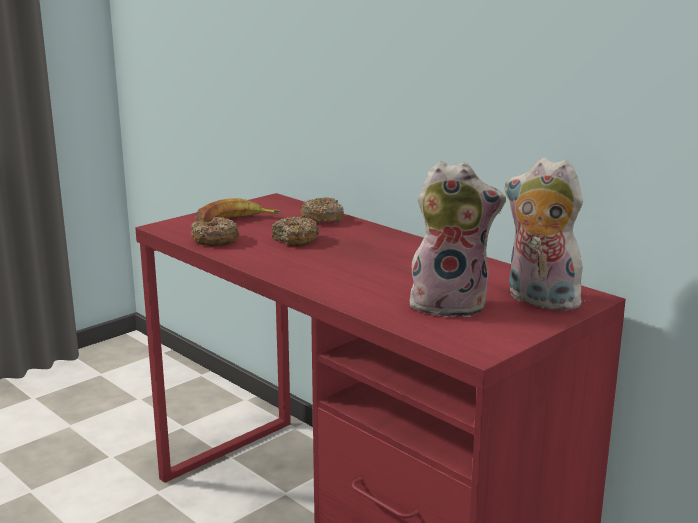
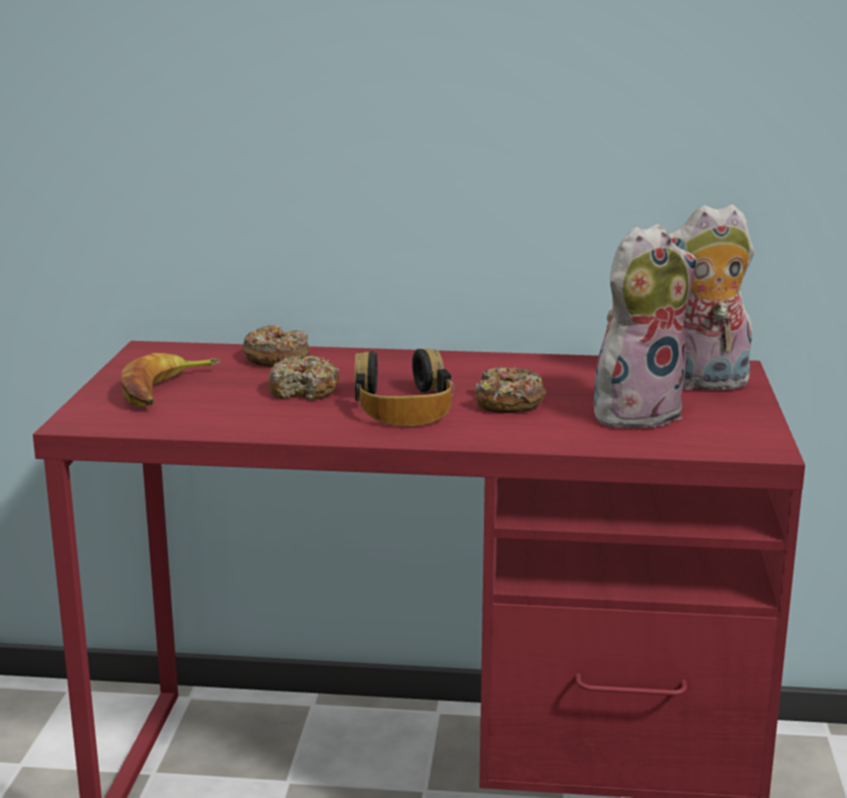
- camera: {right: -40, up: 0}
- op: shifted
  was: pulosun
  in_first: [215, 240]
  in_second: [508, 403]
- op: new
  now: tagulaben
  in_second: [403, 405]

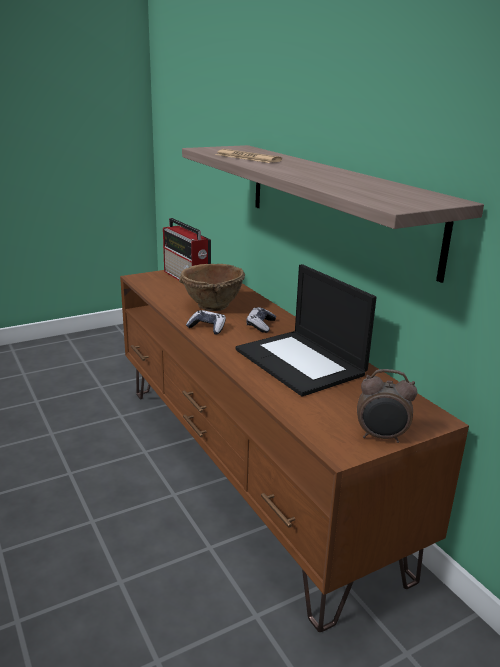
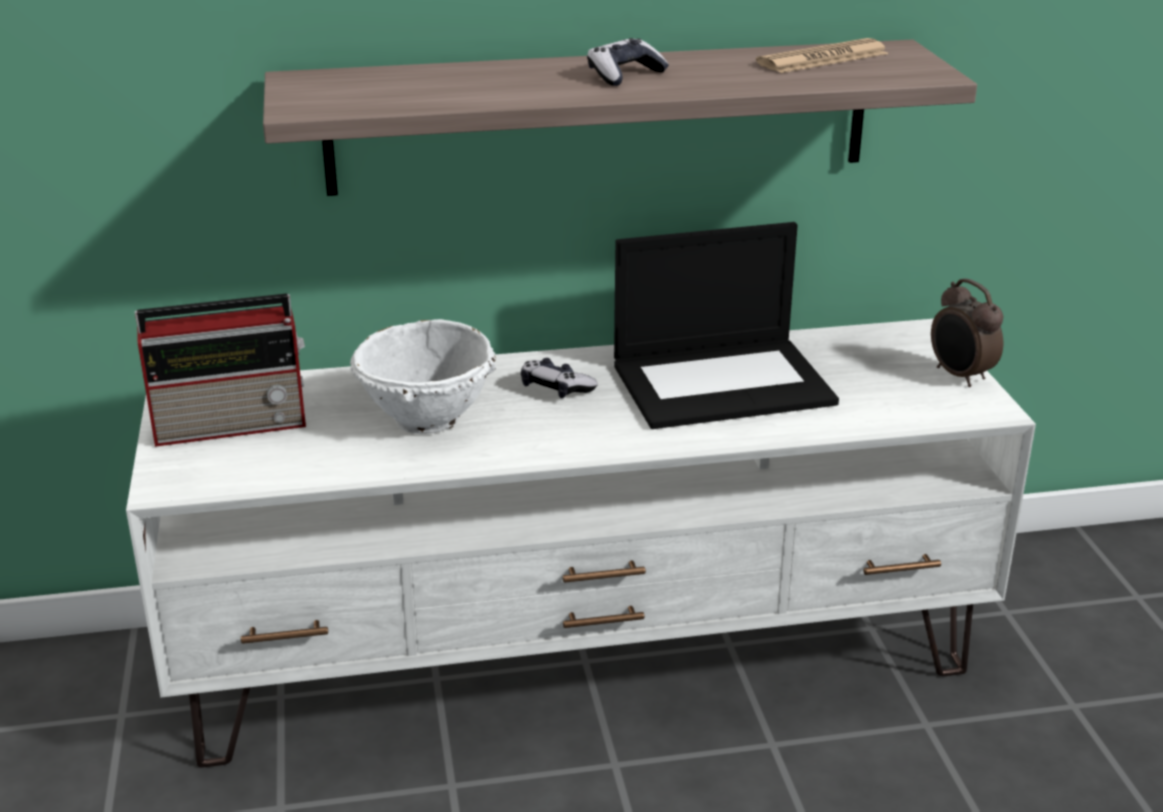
- camera: {right: -70, up: 5}
- op: shifted
  was: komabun
  in_first: [247, 158]
  in_second: [822, 59]
- op: repainted
  was: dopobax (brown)
  now: dopobax (white)
  in_first: [212, 306]
  in_second: [427, 420]
- op: repainted
  was: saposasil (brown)
  now: saposasil (white)
  in_first: [248, 469]
  in_second: [583, 656]
- op: shifted
  was: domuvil
  in_first: [207, 328]
  in_second: [625, 75]
- op: rotated
  was: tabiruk
  in_first: [381, 437]
  in_second: [960, 376]
  clockwise: 120

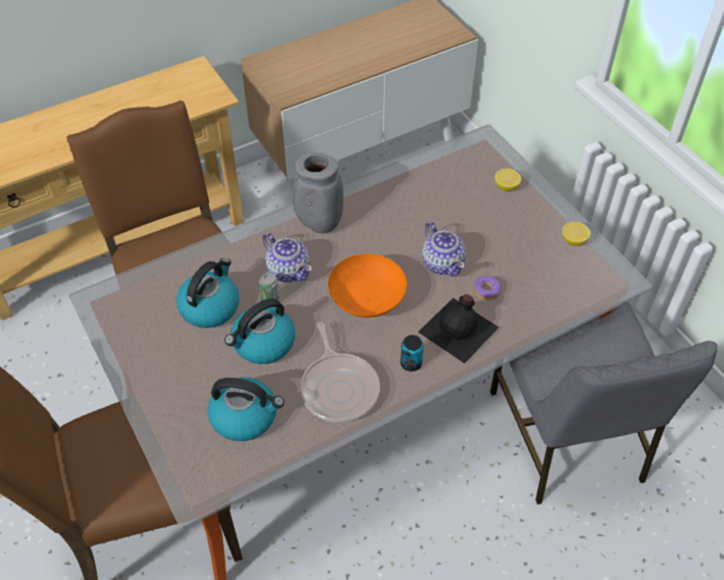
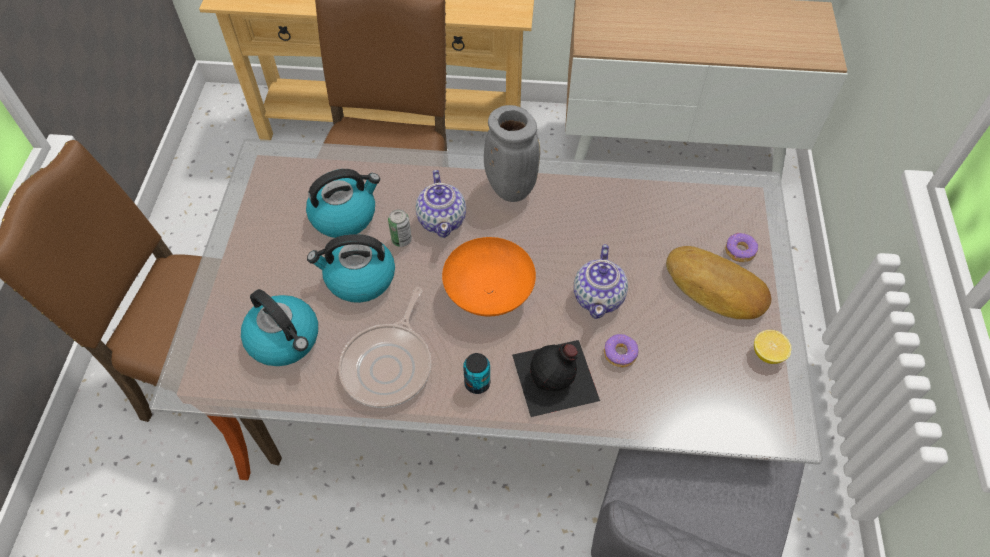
- camera: {right: 35, up: 5}
- op: swapped
  was: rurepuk
  now: pulosun
  in_first: [506, 186]
  in_second: [739, 251]
- op: new
  now: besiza
  in_second: [715, 289]

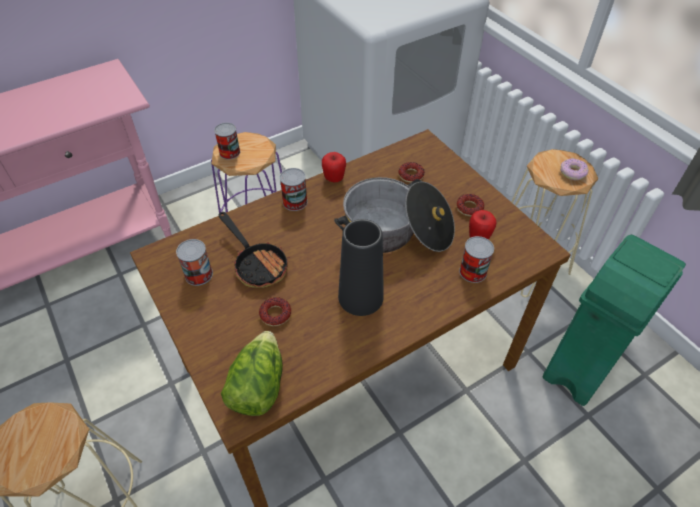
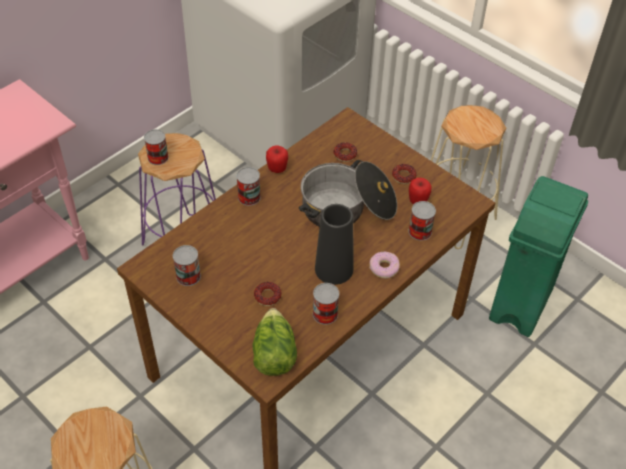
- camera: {right: -15, up: 0}
- op: shifted
  was: pulosun
  in_first: [572, 172]
  in_second: [384, 268]
- op: gone
  was: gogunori
  in_first: [257, 264]
- op: new
  now: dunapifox
  in_second: [325, 314]

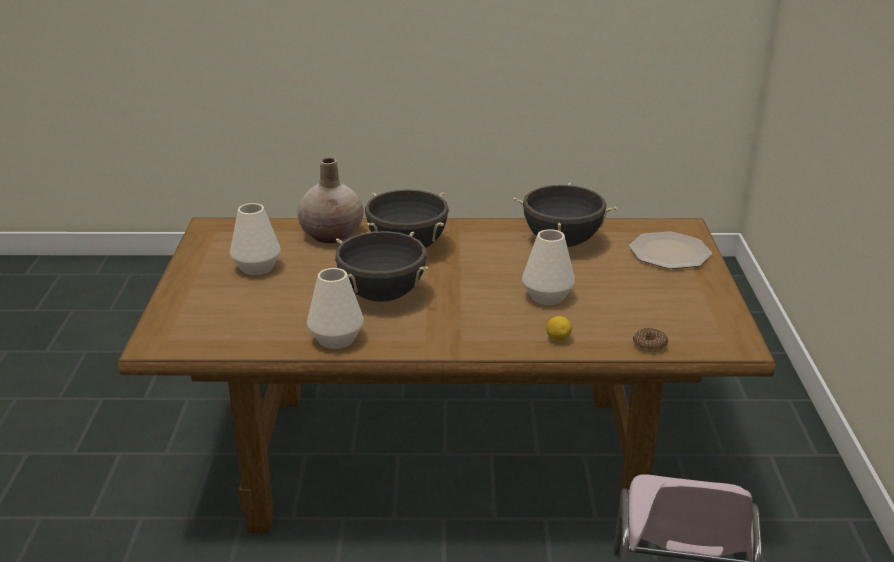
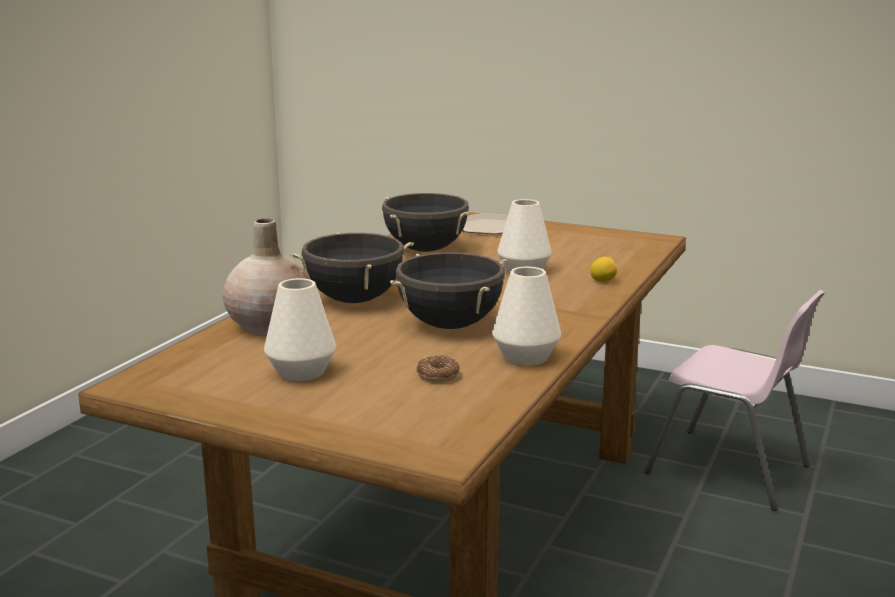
- camera: {right: -65, up: -10}
- op: shifted
  was: pulosun
  in_first: [649, 345]
  in_second: [438, 376]

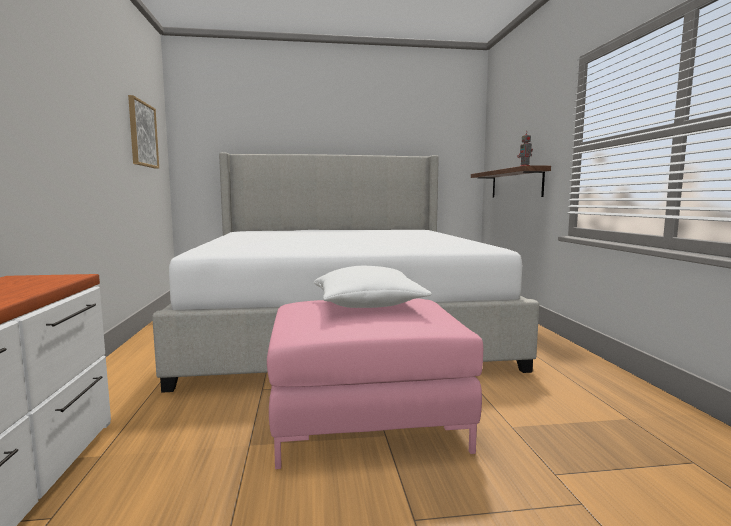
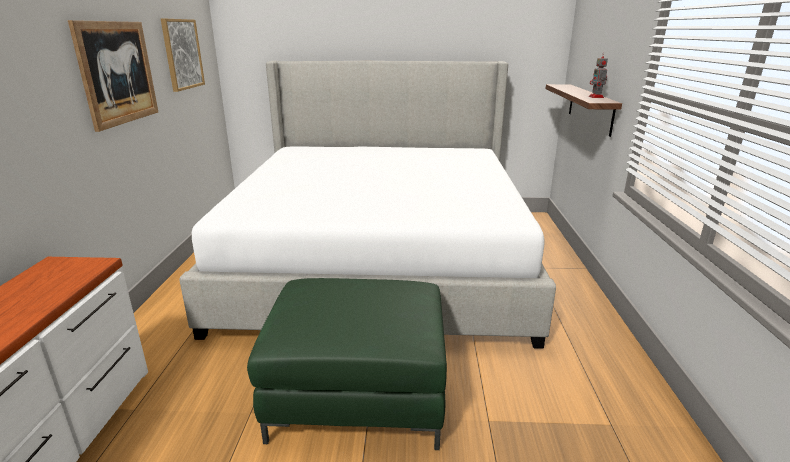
- camera: {right: 10, up: 15}
- op: gone
  was: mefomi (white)
  in_first: [368, 304]
- op: repainted
  was: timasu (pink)
  now: timasu (green)
  in_first: [366, 420]
  in_second: [358, 395]
- op: new
  now: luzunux
  in_second: [117, 73]

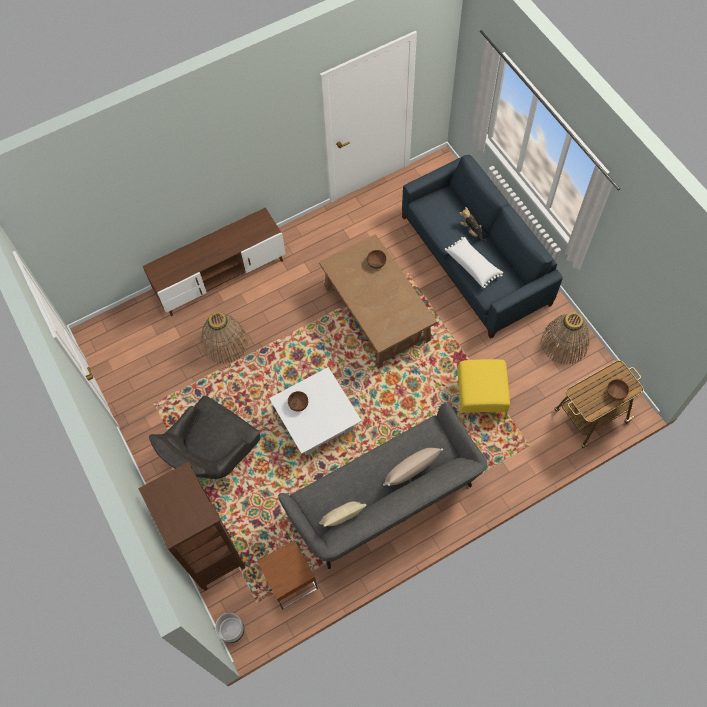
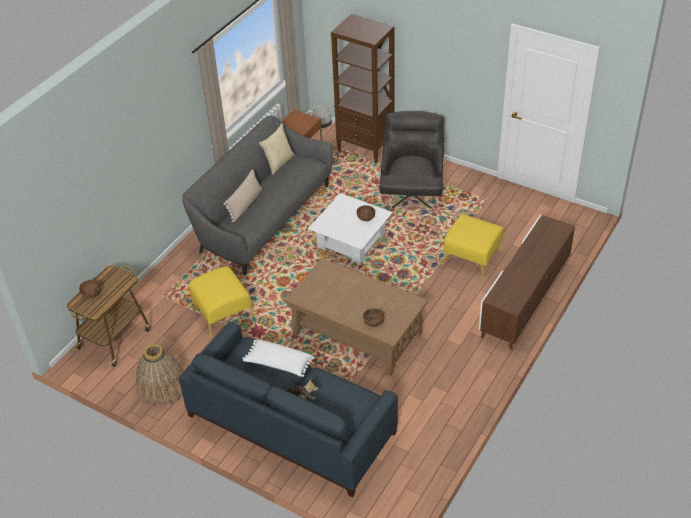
- camera: {right: 150, up: -20}
- op: swapped
  was: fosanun
  now: timasu (yellow)
  in_first: [225, 342]
  in_second: [472, 256]

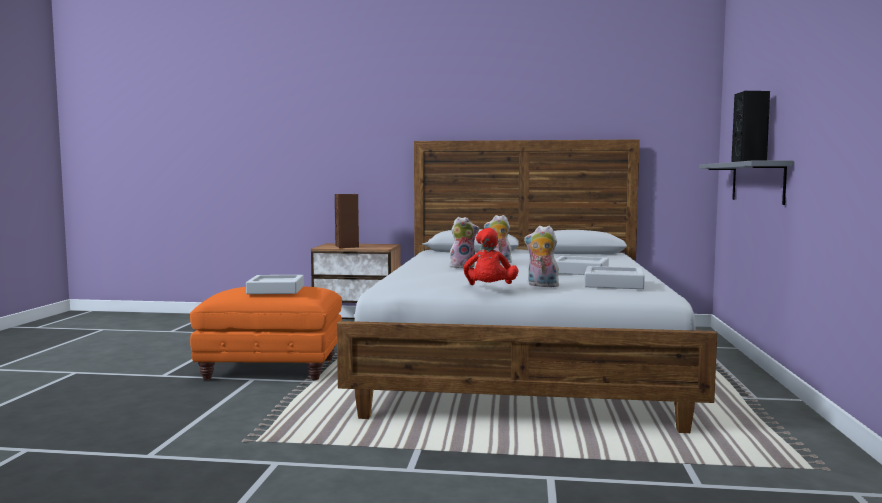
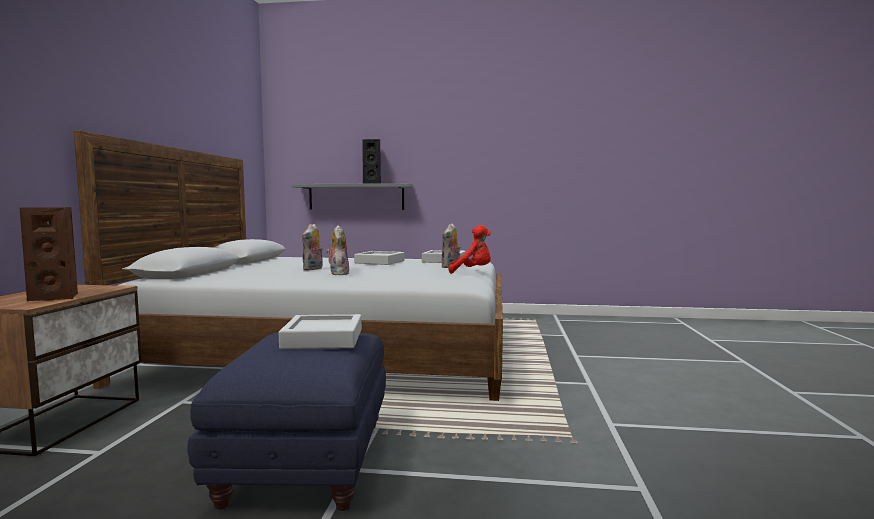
- camera: {right: -90, up: 0}
- op: repainted
  was: timasu (orange)
  now: timasu (blue)
  in_first: [273, 369]
  in_second: [307, 460]

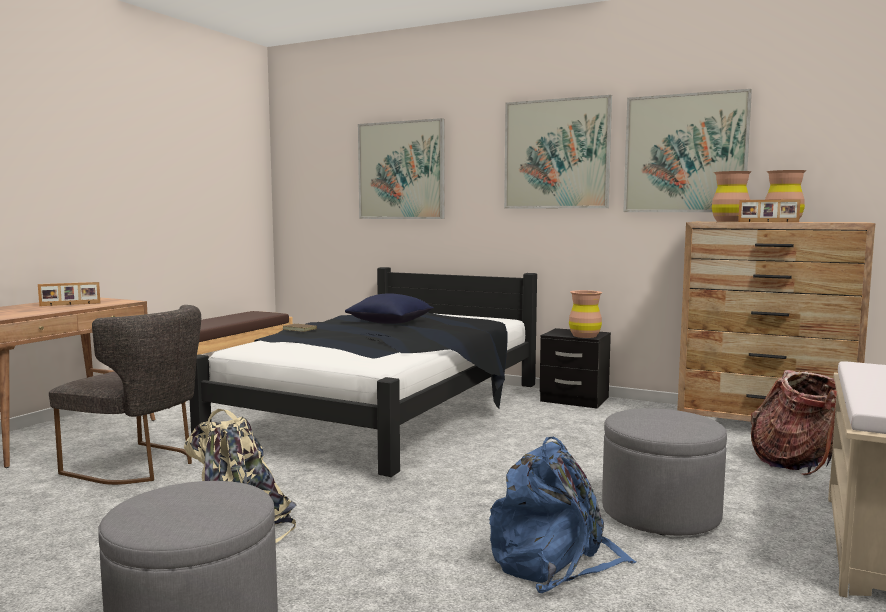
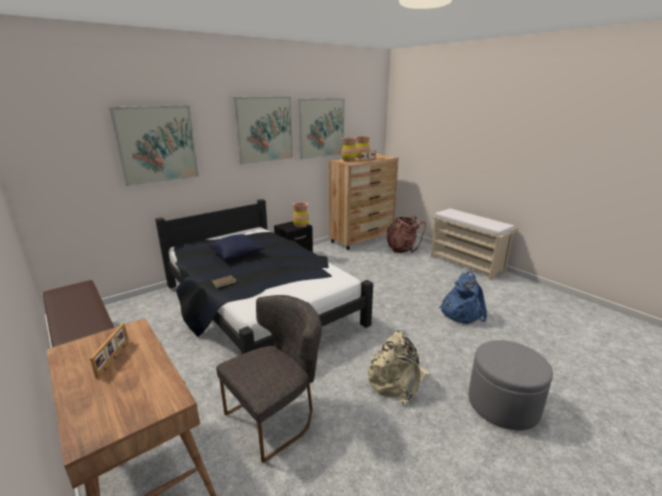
- camera: {right: -65, up: 15}
- op: gone
  was: timasu (grey)
  in_first: [660, 513]

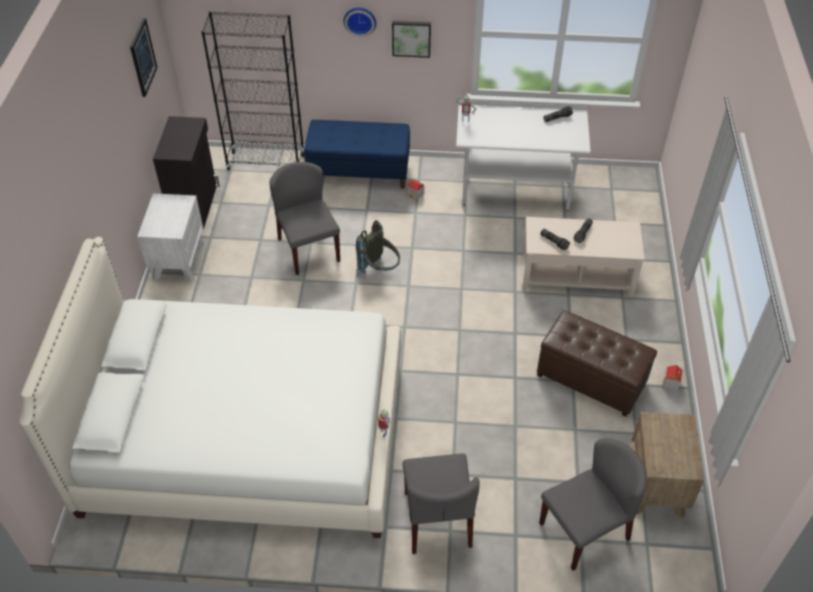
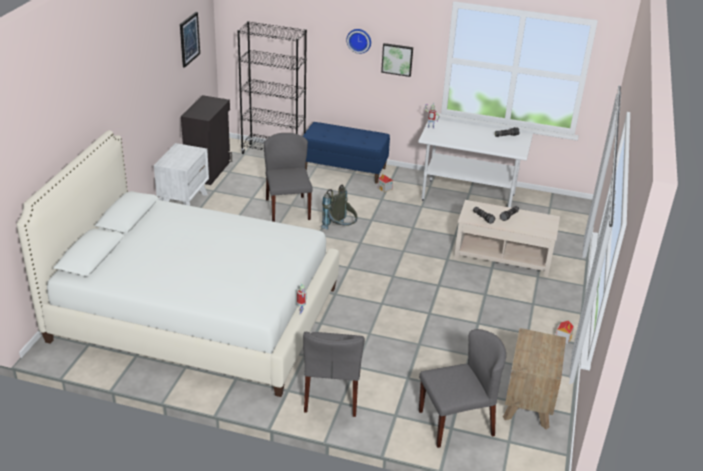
- camera: {right: 10, up: -15}
- op: gone
  was: timasu (brown)
  in_first: [590, 379]

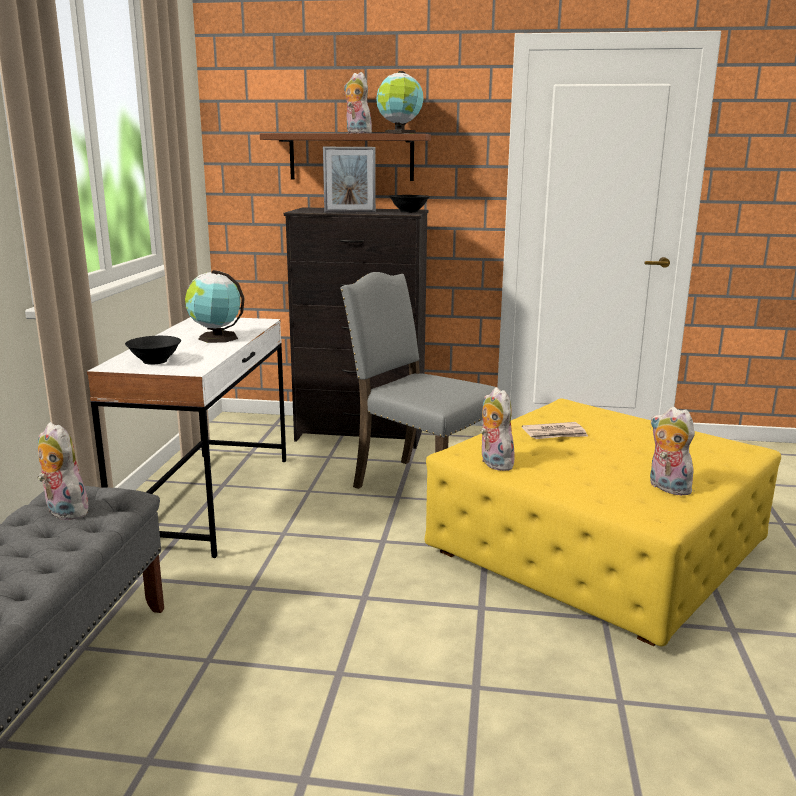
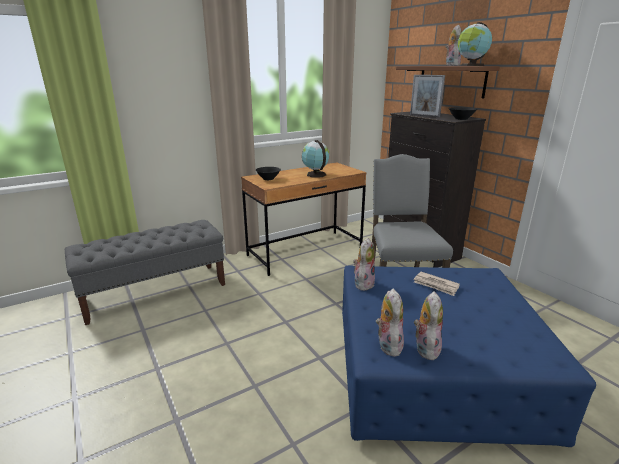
- camera: {right: 50, up: 5}
- op: repainted
  was: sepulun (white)
  now: sepulun (brown)
  in_first: [209, 500]
  in_second: [305, 252]
- op: repainted
  was: timasu (yellow)
  now: timasu (blue)
  in_first: [598, 549]
  in_second: [434, 372]
- op: shifted
  was: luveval
  in_first: [63, 512]
  in_second: [387, 345]

